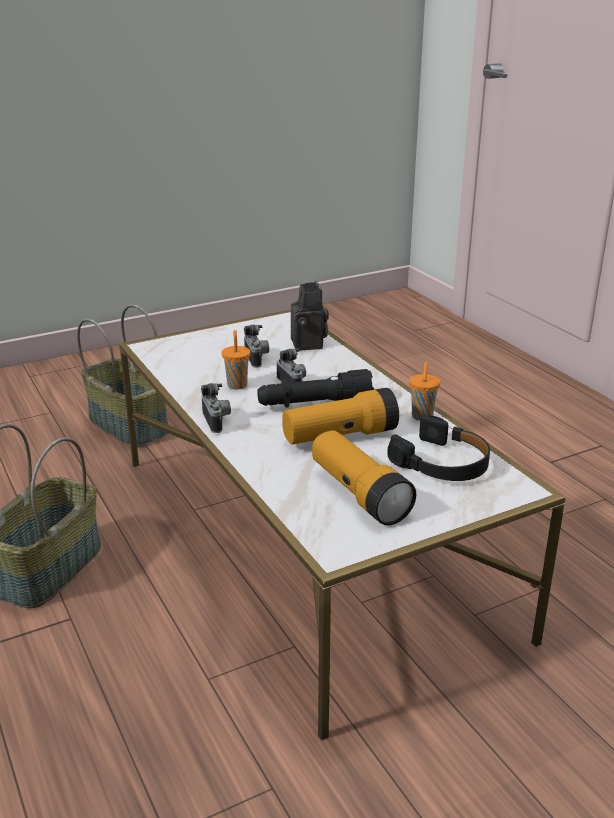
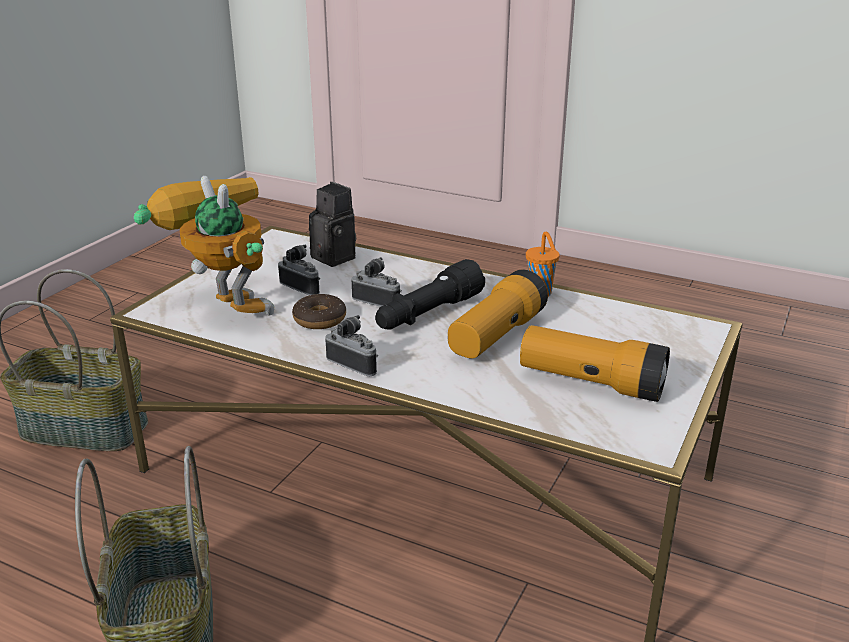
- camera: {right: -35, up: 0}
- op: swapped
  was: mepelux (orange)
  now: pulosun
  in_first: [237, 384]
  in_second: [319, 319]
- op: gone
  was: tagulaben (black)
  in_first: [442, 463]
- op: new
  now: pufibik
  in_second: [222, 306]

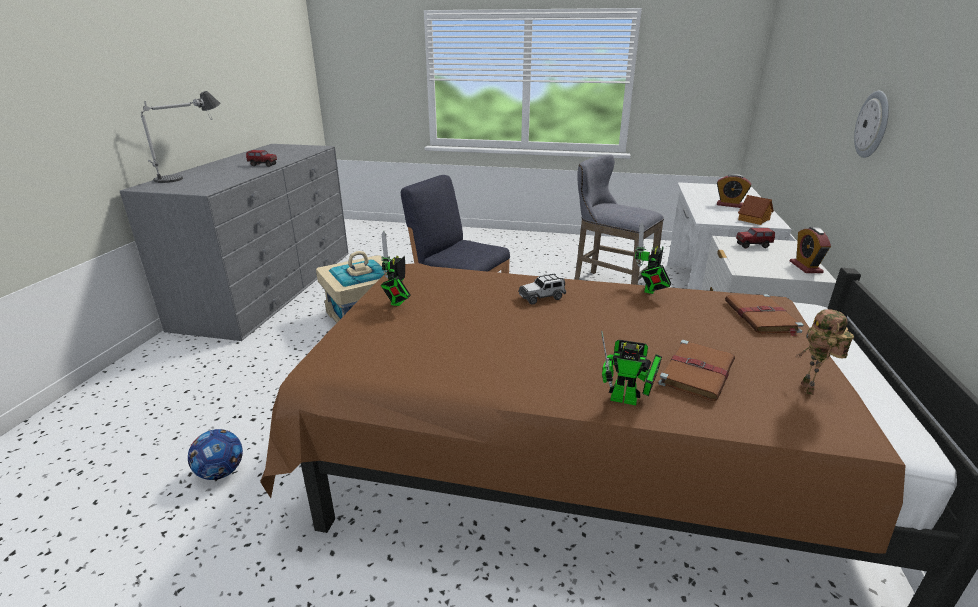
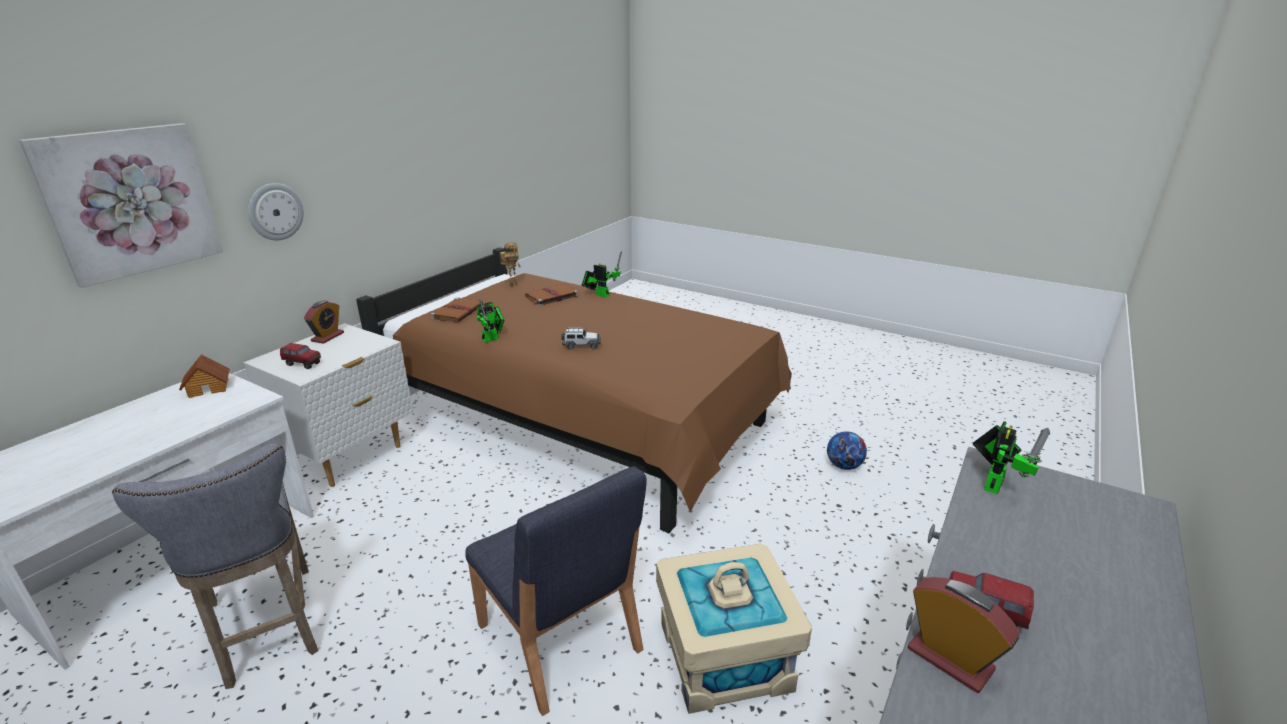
- camera: {right: -160, up: 0}
- op: gone
  was: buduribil
  in_first: [193, 174]
- op: shifted
  was: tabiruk
  in_first: [729, 205]
  in_second: [950, 659]
- op: shifted
  was: pufibik
  in_first: [397, 303]
  in_second: [994, 483]
- op: new
  now: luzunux
  in_second: [130, 202]

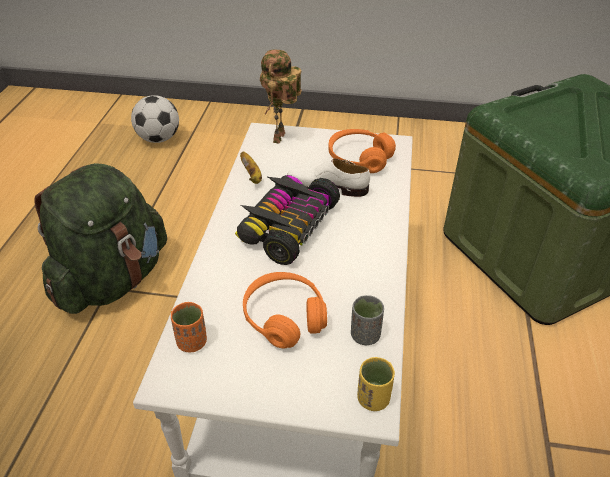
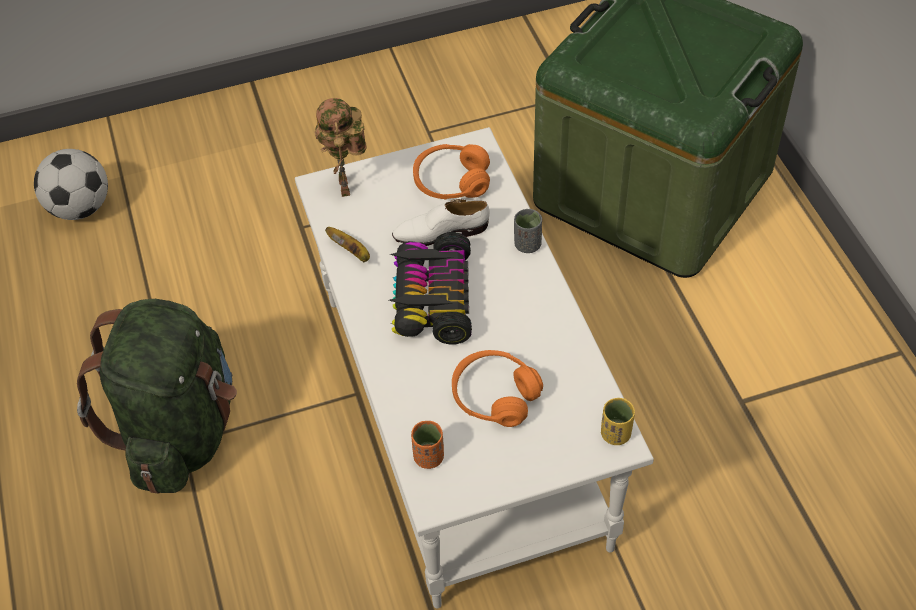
- camera: {right: -25, up: 10}
- op: shifted
  was: mepelux (grey)
  in_first: [365, 335]
  in_second: [527, 244]

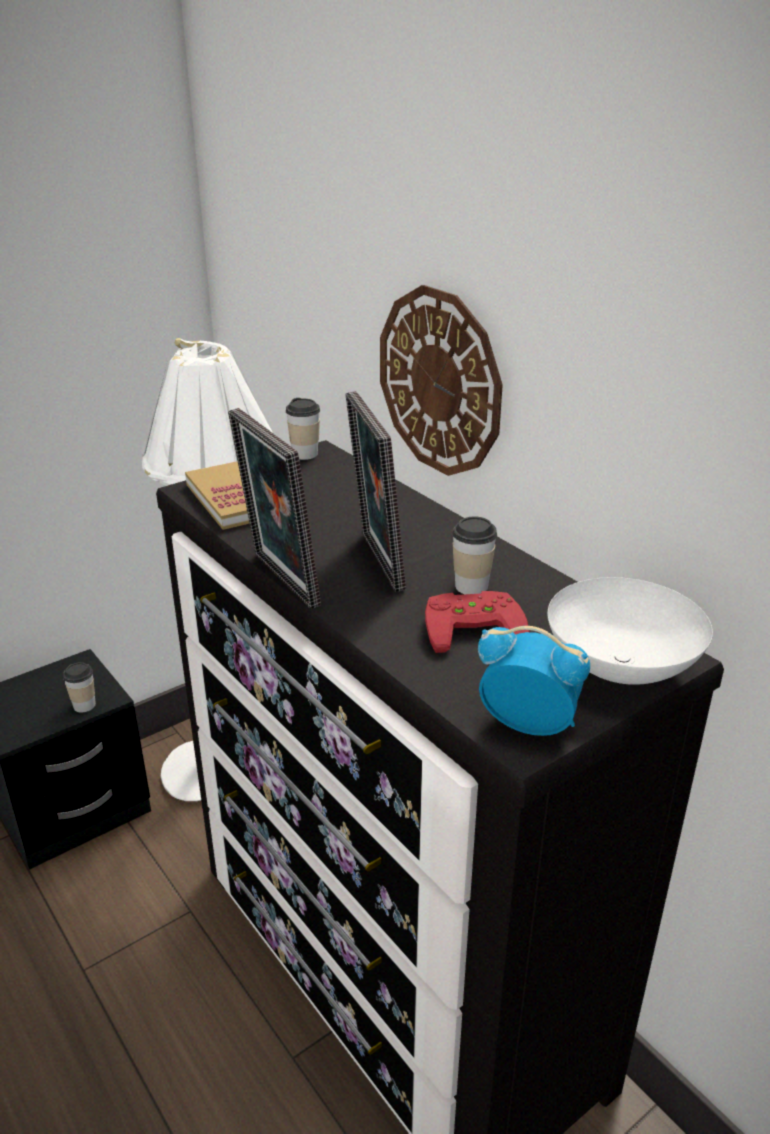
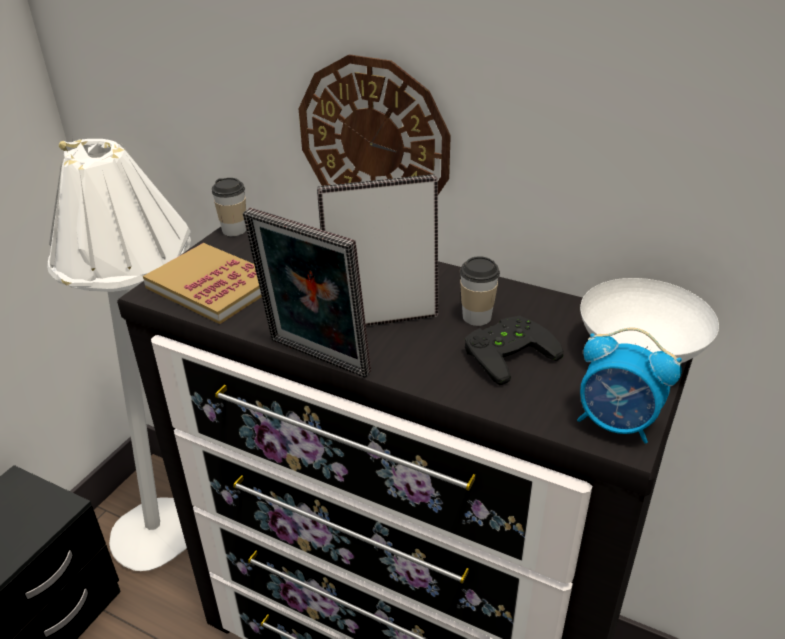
- camera: {right: -25, up: 5}
- op: rotated
  was: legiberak
  in_first: [375, 562]
  in_second: [382, 317]
  clockwise: 120
- op: repainted
  was: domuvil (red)
  now: domuvil (black)
  in_first: [473, 625]
  in_second: [506, 351]
- op: rotated
  was: tabiruk
  in_first: [528, 724]
  in_second: [616, 424]
  clockwise: -150
- op: gone
  was: mepelux
  in_first: [84, 705]

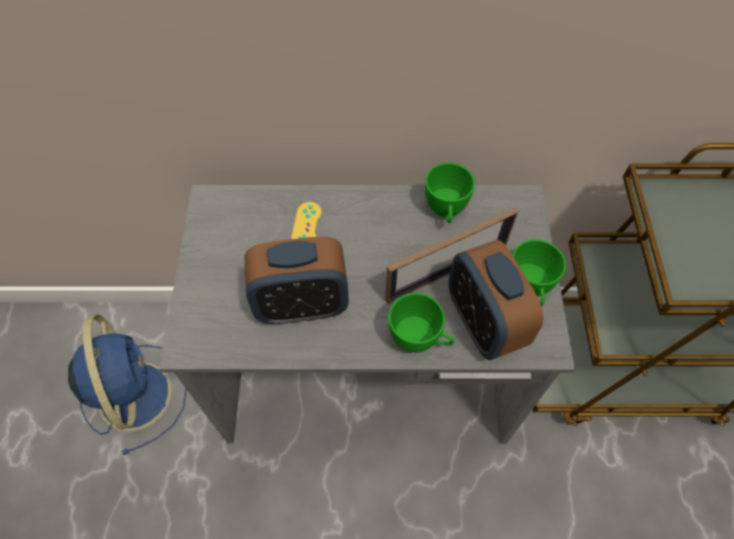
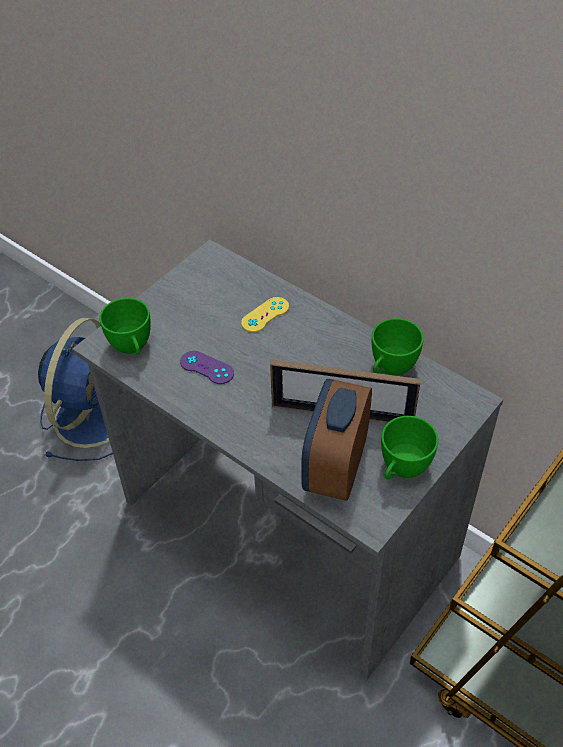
- camera: {right: 40, up: -10}
- op: swapped
  was: tabiruk
  now: domuvil (purple)
  in_first: [302, 305]
  in_second: [207, 368]
- op: shifted
  was: mepelux (green)
  in_first: [419, 340]
  in_second: [132, 348]

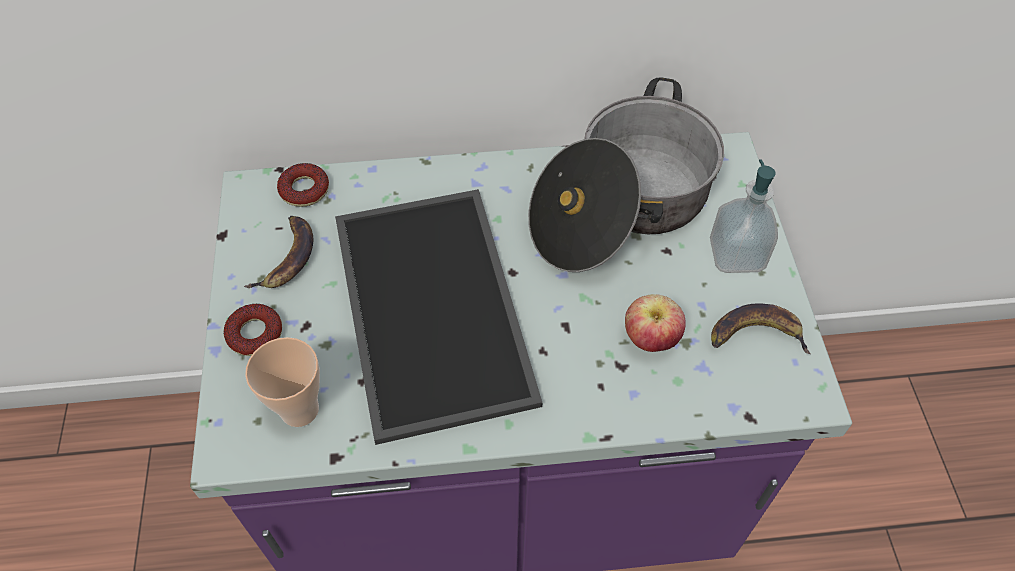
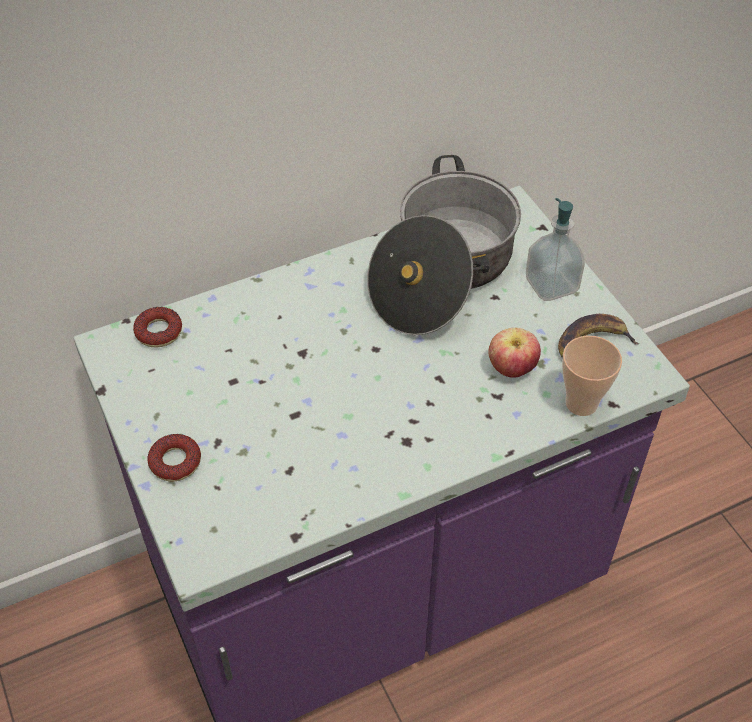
- camera: {right: -20, up: -5}
- op: gone
  was: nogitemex
  in_first: [437, 309]
- op: gone
  was: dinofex
  in_first: [287, 257]
- op: shifted
  was: mepelux
  in_first: [299, 409]
  in_second: [581, 403]

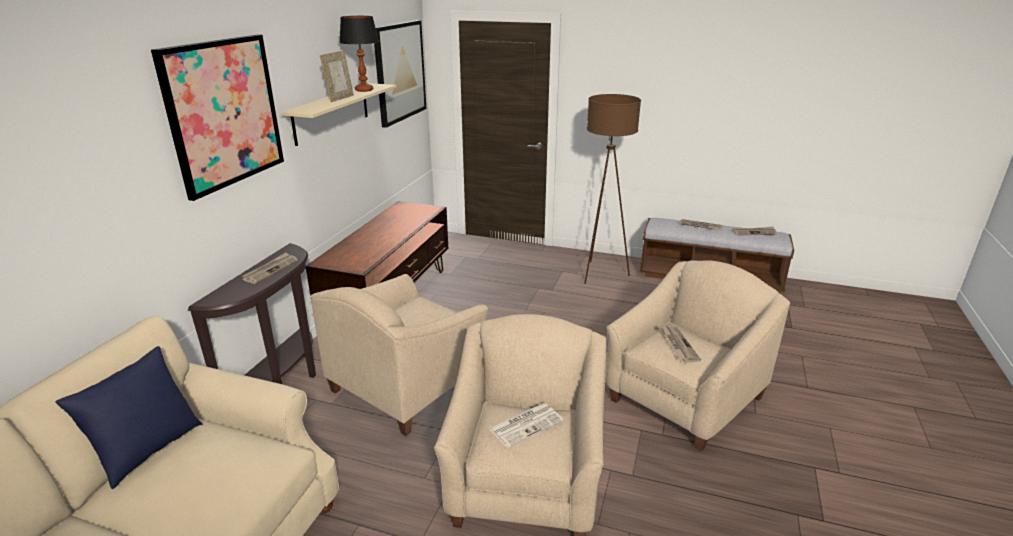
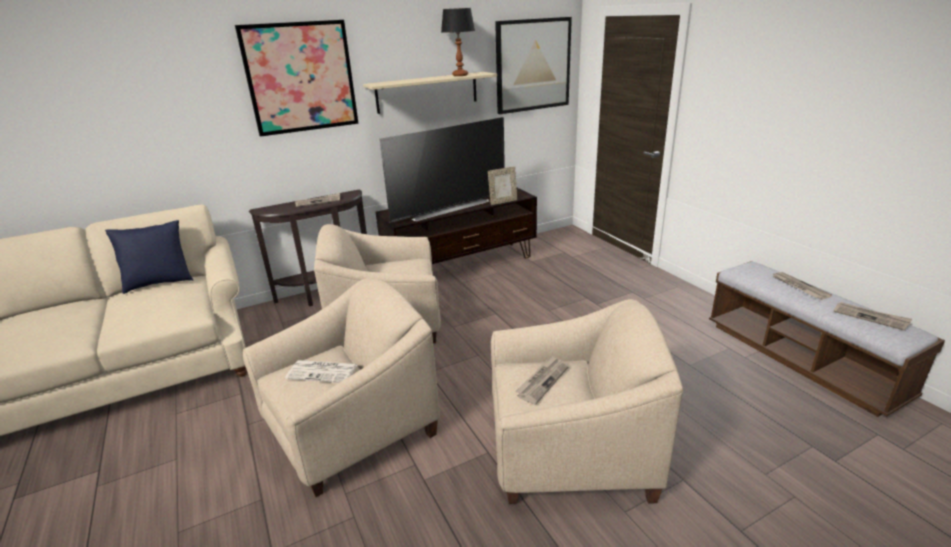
- camera: {right: 45, up: 0}
- op: shifted
  was: legiberak
  in_first: [340, 98]
  in_second: [503, 202]
- op: gone
  was: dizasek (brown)
  in_first: [600, 273]
- op: new
  now: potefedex
  in_second: [448, 208]

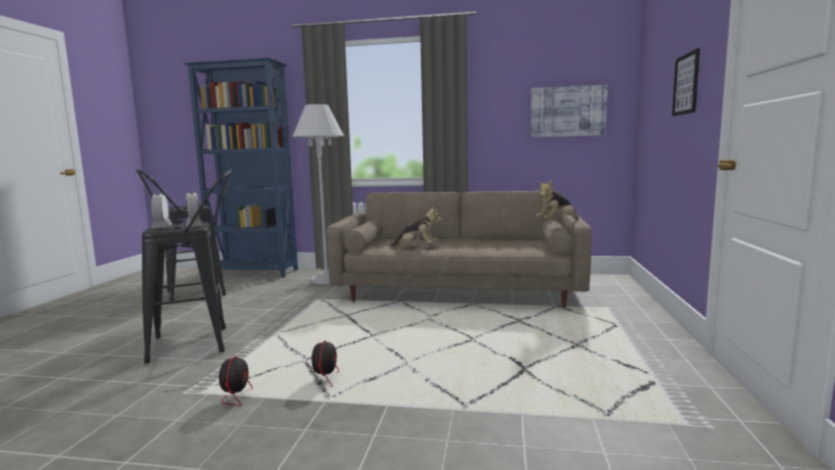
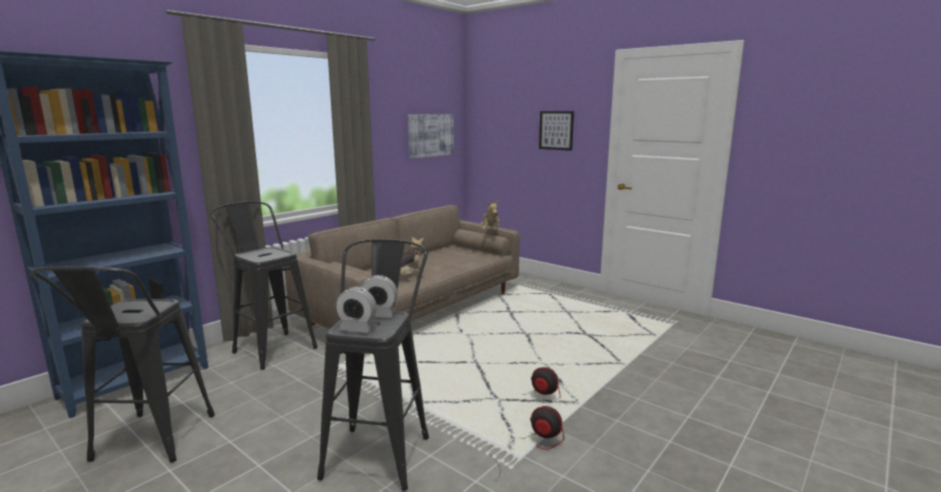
- camera: {right: -60, up: 5}
- op: swapped
  was: dizasek (white)
  now: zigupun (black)
  in_first: [326, 279]
  in_second: [271, 348]

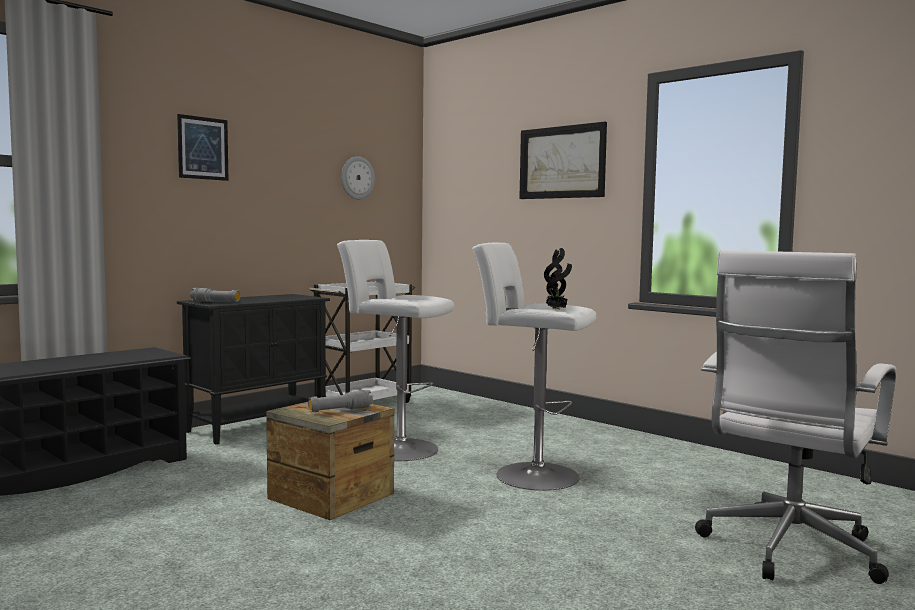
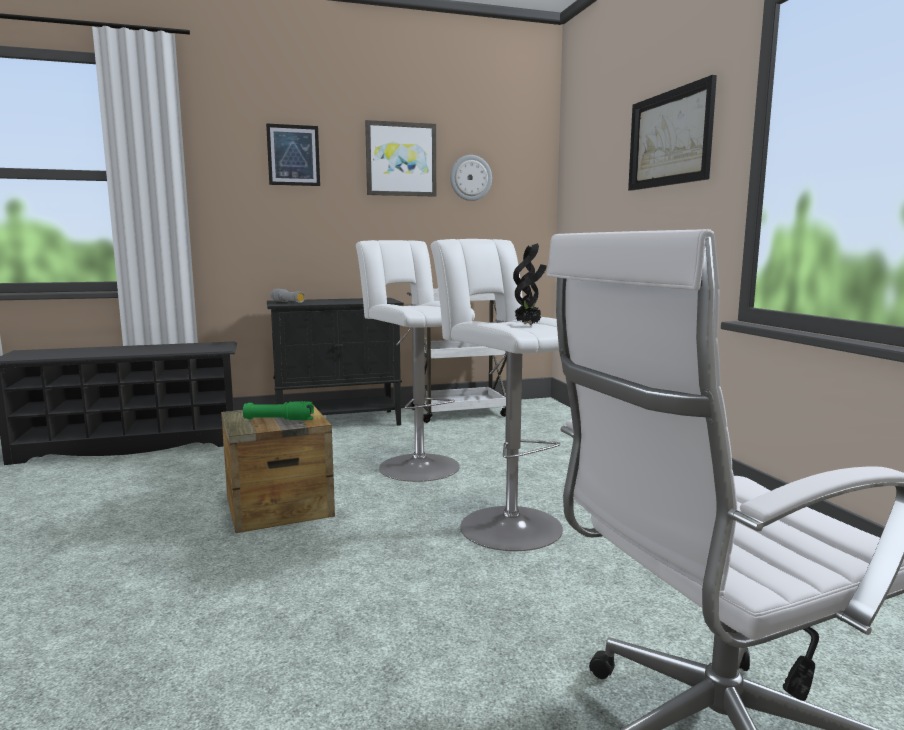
- camera: {right: 30, up: 5}
- op: repainted
  was: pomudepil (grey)
  now: pomudepil (green)
  in_first: [340, 410]
  in_second: [278, 420]
- op: new
  now: luzunux
  in_second: [401, 159]

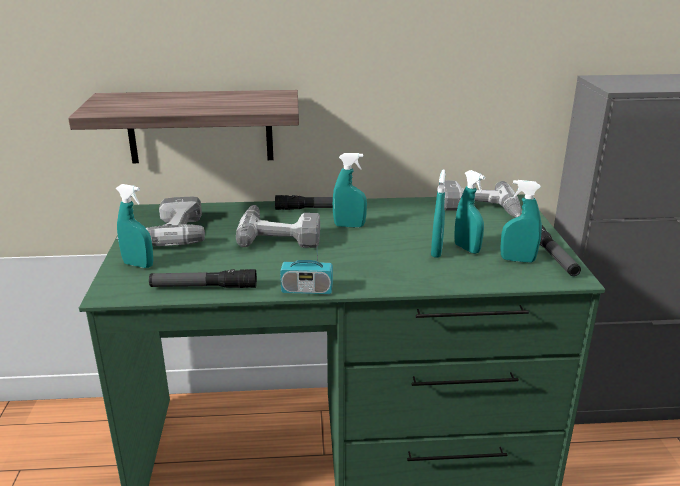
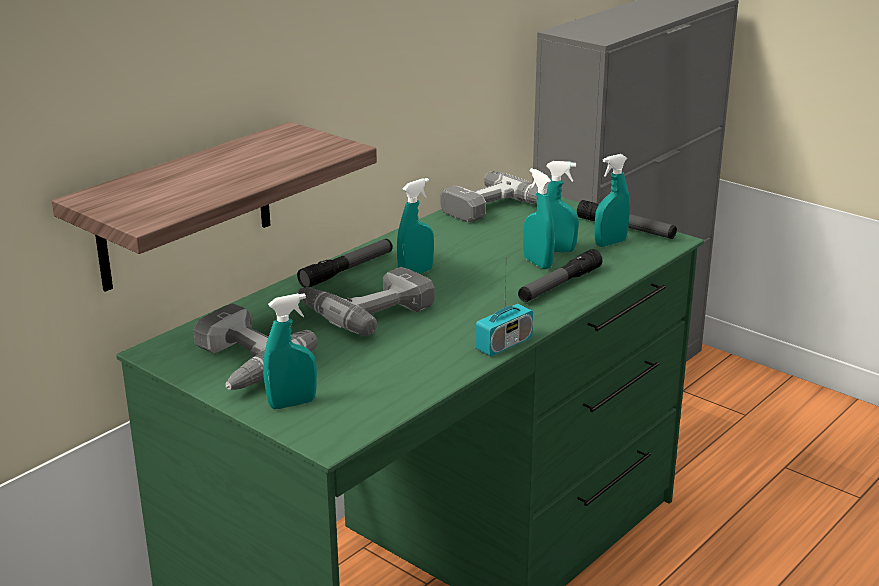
- camera: {right: -45, up: 0}
- op: shifted
  was: pomudepil
  in_first: [204, 287]
  in_second: [559, 285]

